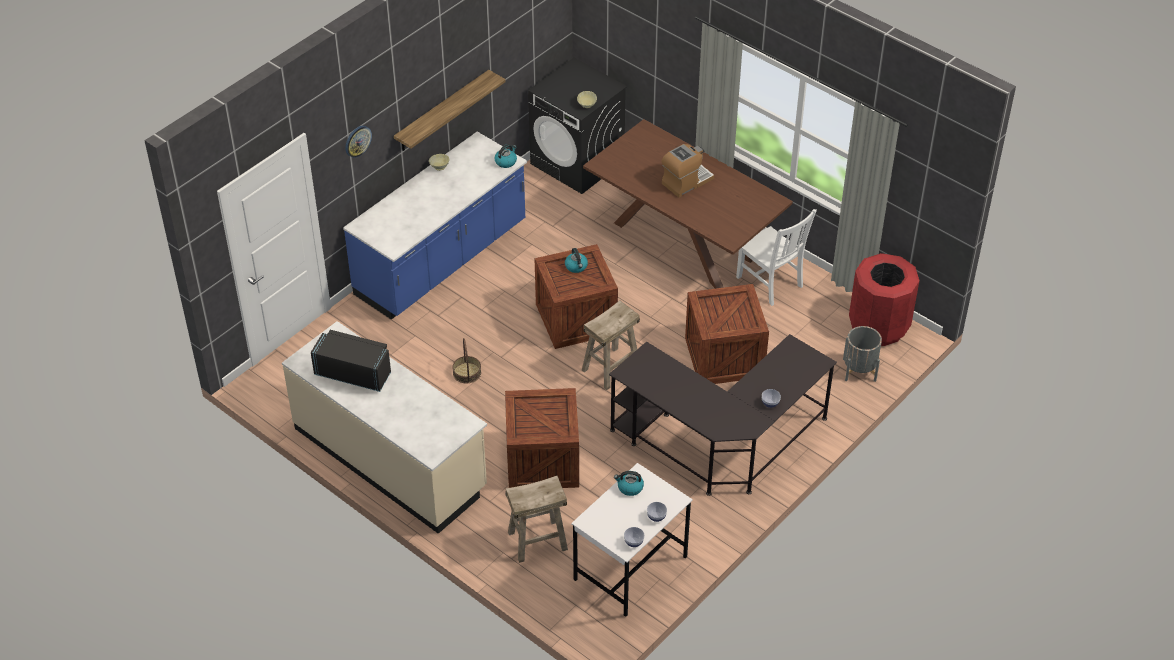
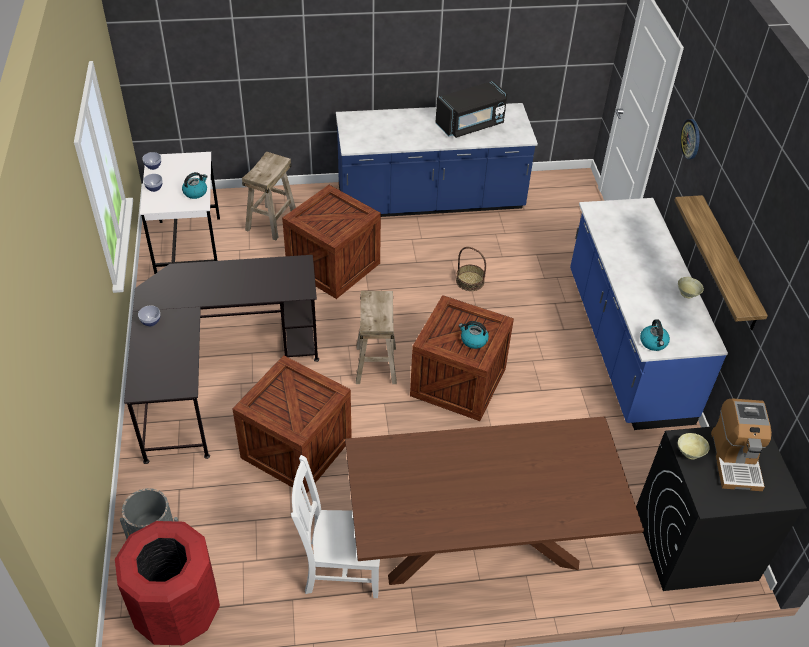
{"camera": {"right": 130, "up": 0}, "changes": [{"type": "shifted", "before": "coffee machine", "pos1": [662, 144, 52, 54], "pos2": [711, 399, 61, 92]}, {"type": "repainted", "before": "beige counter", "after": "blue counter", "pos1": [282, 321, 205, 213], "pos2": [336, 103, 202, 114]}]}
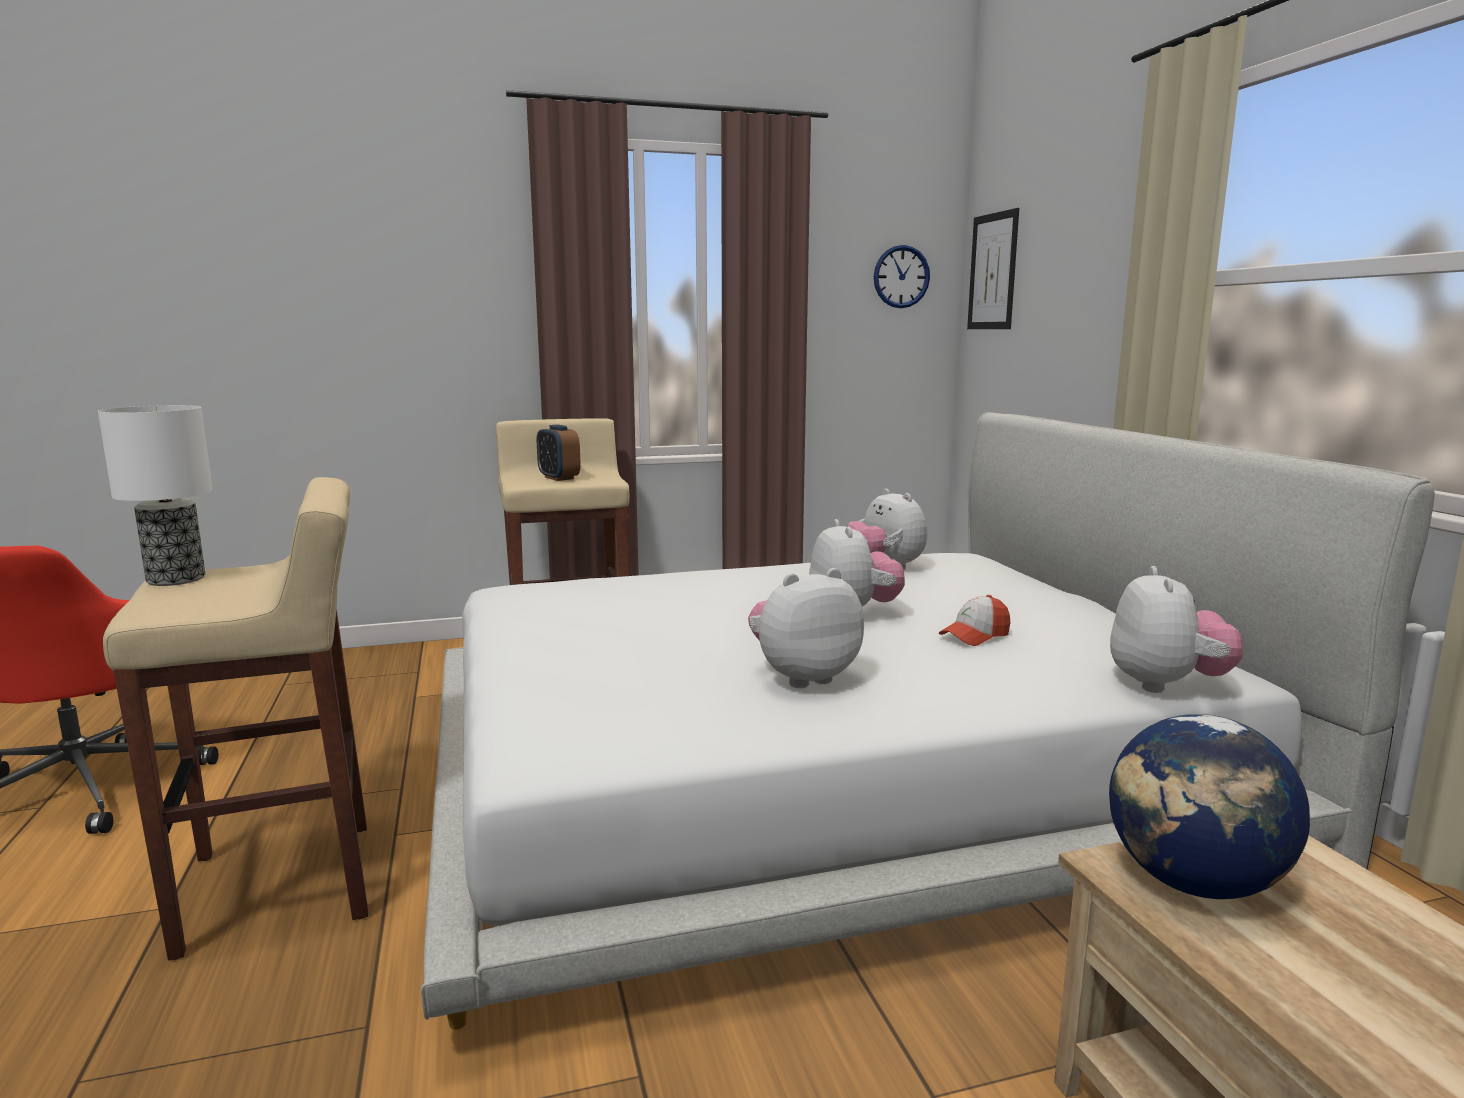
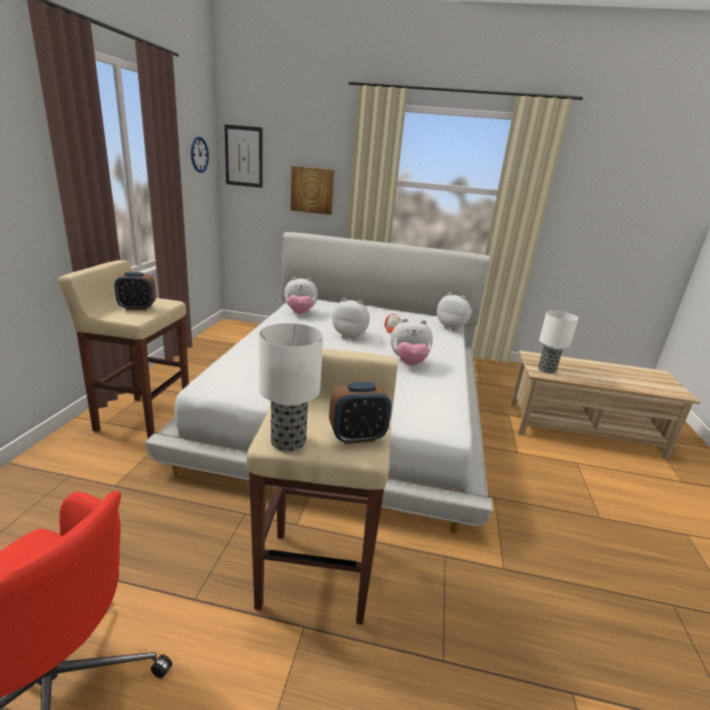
{"camera": {"right": -65, "up": 10}, "changes": [{"type": "rotated", "before": "plush toy", "pos1": [748, 568, 116, 120], "pos2": [391, 318, 42, 47], "turn": -90}, {"type": "swapped", "before": "globe", "after": "table lamp", "pos1": [1109, 714, 201, 185], "pos2": [538, 310, 40, 64]}, {"type": "new", "after": "picture", "pos2": [291, 166, 43, 49]}, {"type": "new", "after": "alarm clock", "pos2": [329, 382, 62, 62]}]}
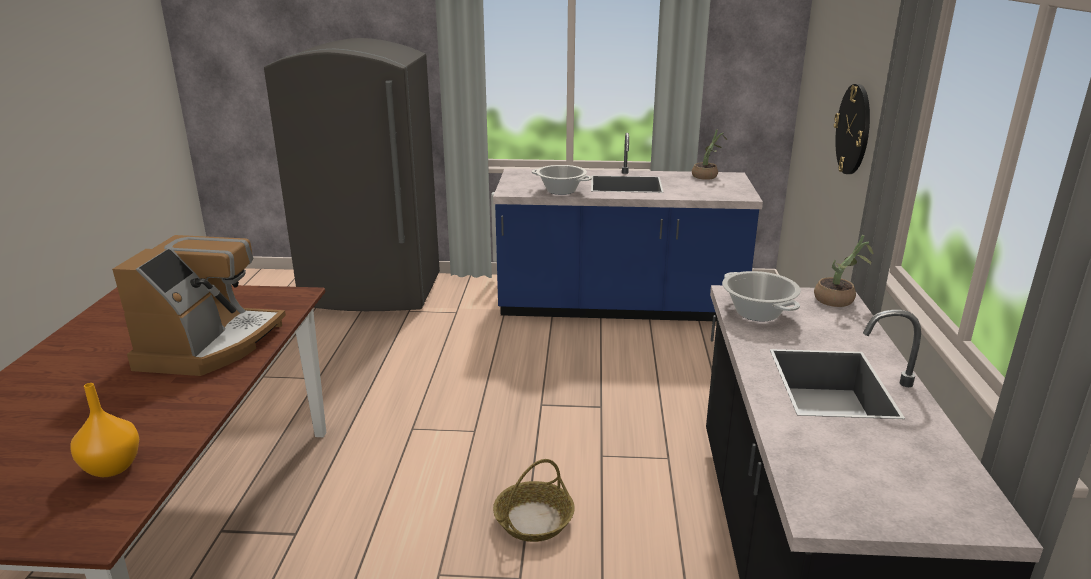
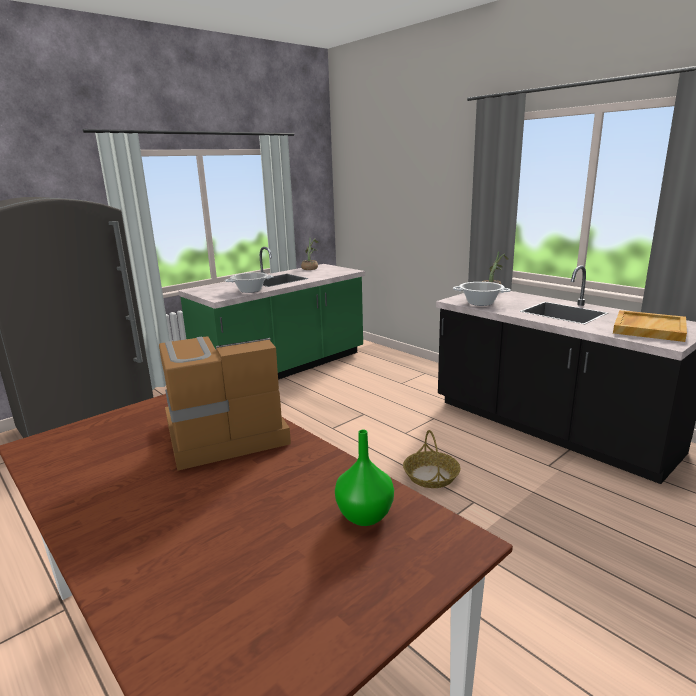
{"camera": {"right": -45, "up": -5}, "changes": [{"type": "gone", "before": "wall clock", "pos1": [834, 84, 36, 90]}, {"type": "repainted", "before": "blue counter", "after": "green counter", "pos1": [493, 133, 270, 188], "pos2": [179, 247, 186, 133]}, {"type": "rotated", "before": "coffee machine", "pos1": [112, 235, 174, 141], "pos2": [159, 336, 132, 135], "turn": -75}, {"type": "repainted", "before": "orange vase", "after": "green vase", "pos1": [71, 383, 68, 94], "pos2": [335, 430, 59, 96]}, {"type": "new", "after": "beige tray", "pos2": [613, 310, 74, 32]}]}
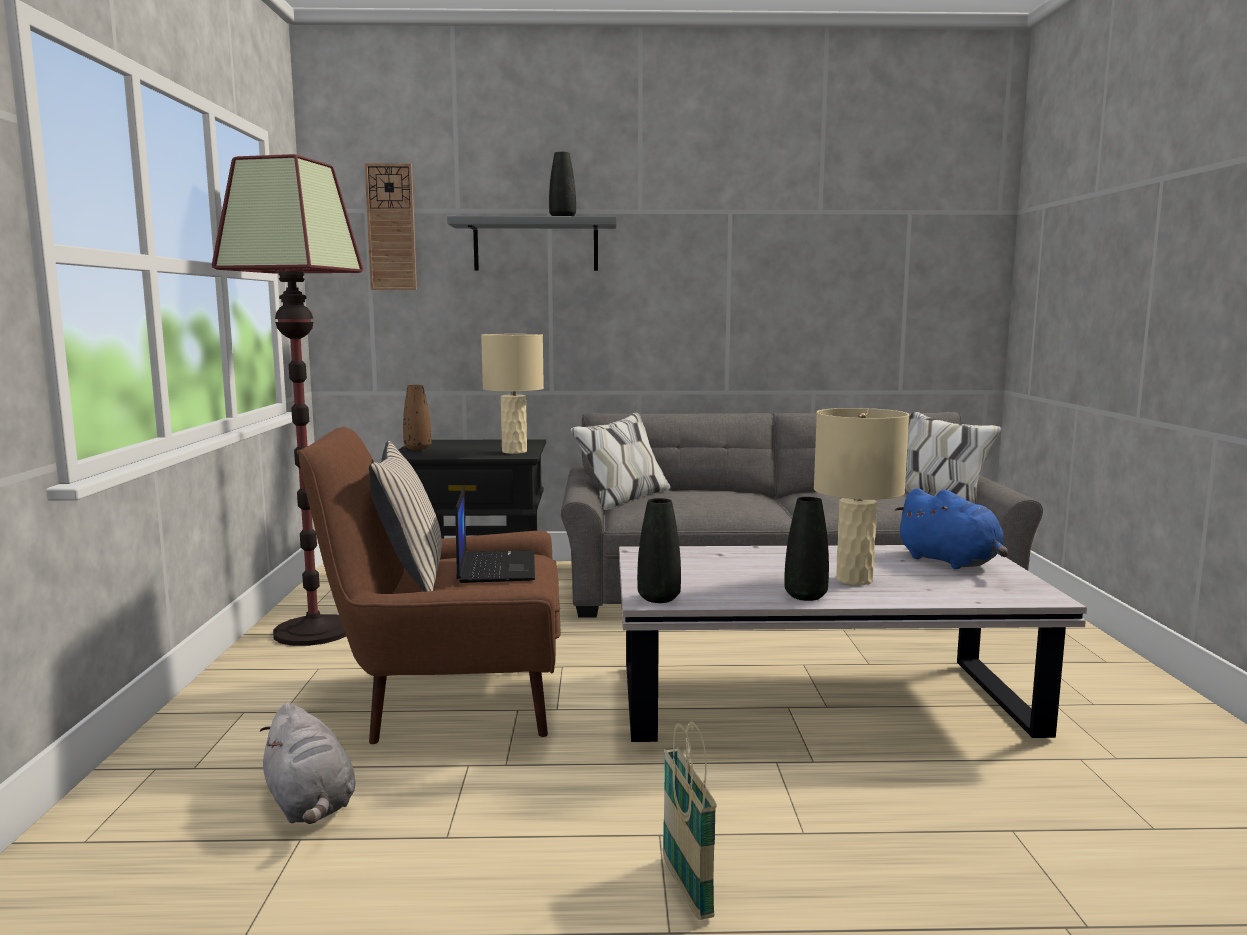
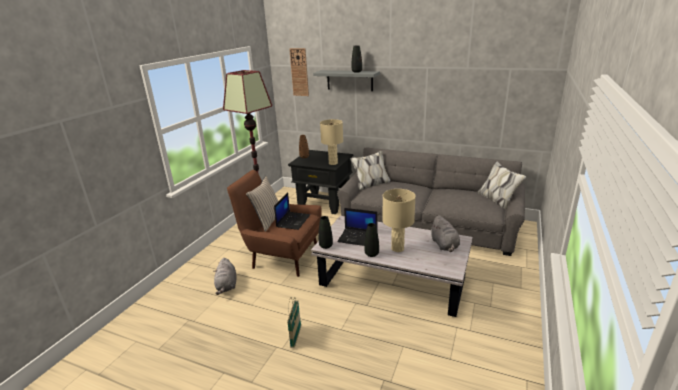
{"camera": {"right": 25, "up": 15}, "changes": [{"type": "repainted", "before": "blue plush toy", "after": "grey plush toy", "pos1": [895, 488, 113, 81], "pos2": [430, 215, 30, 37]}, {"type": "new", "after": "laptop", "pos2": [337, 208, 40, 38]}]}
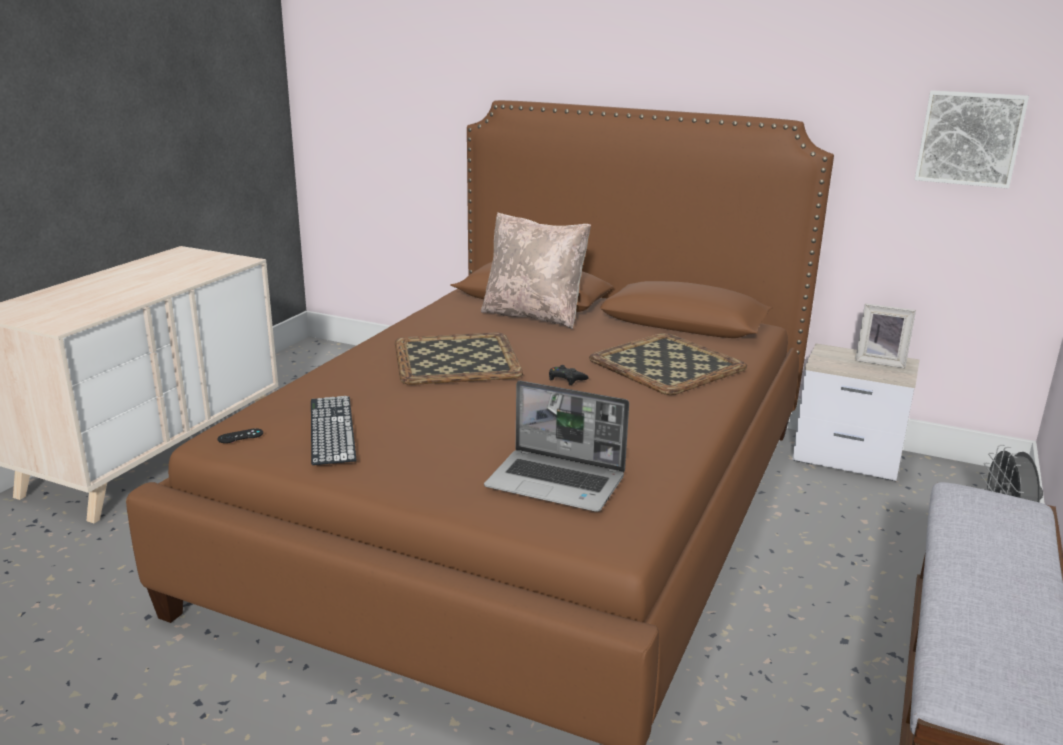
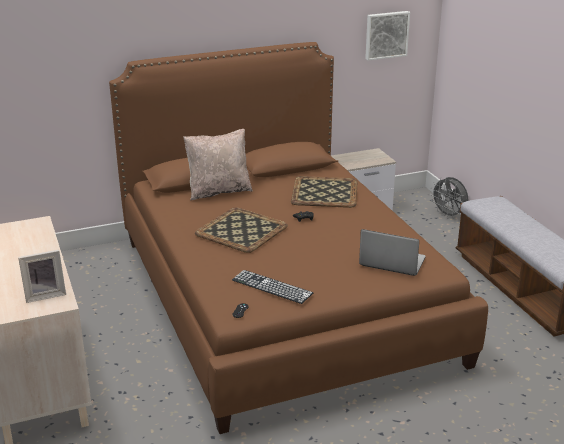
{"camera": {"right": -45, "up": 5}, "changes": [{"type": "shifted", "before": "picture frame", "pos1": [855, 303, 61, 65], "pos2": [18, 250, 48, 53]}, {"type": "rotated", "before": "laptop", "pos1": [484, 381, 145, 131], "pos2": [359, 229, 66, 47], "turn": -135}]}
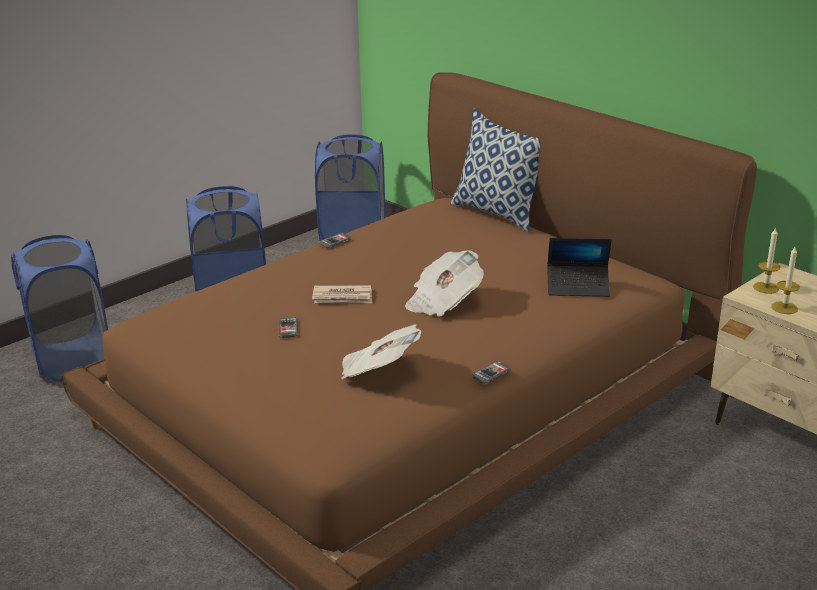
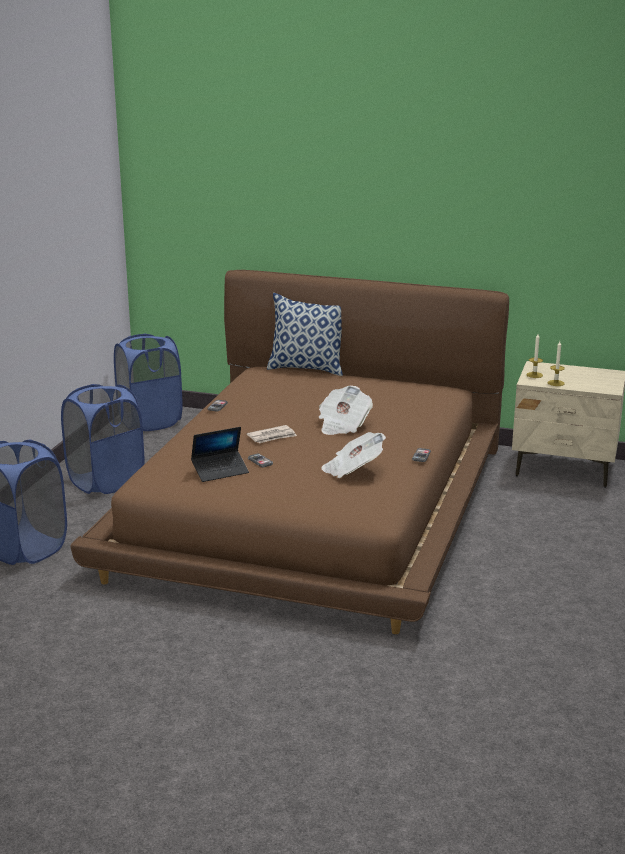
{"camera": {"right": -30, "up": -5}, "changes": [{"type": "shifted", "before": "laptop", "pos1": [547, 238, 65, 59], "pos2": [191, 427, 58, 55]}]}
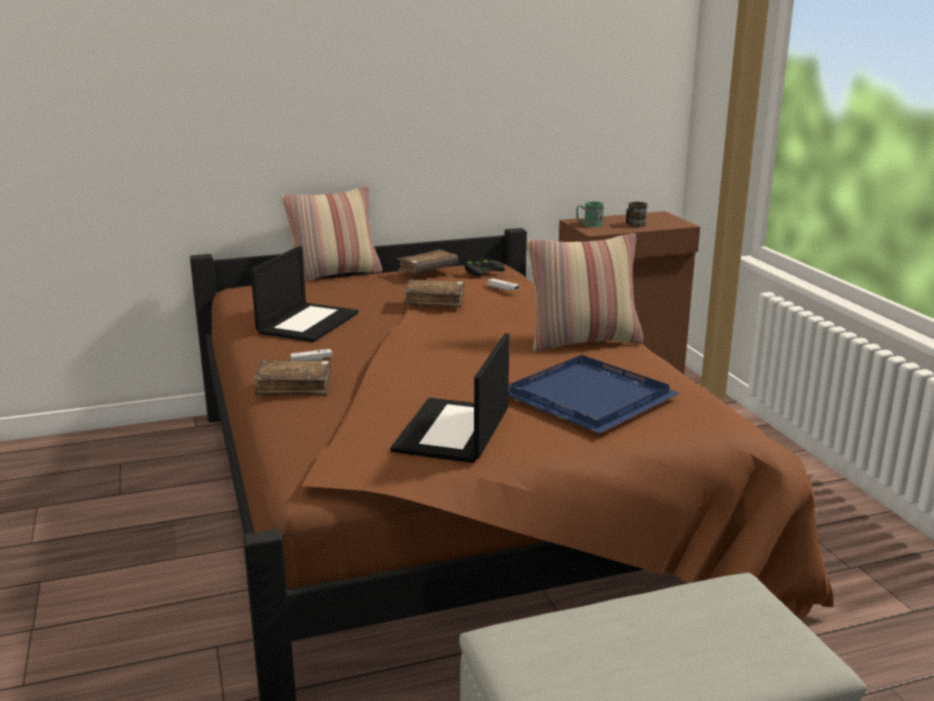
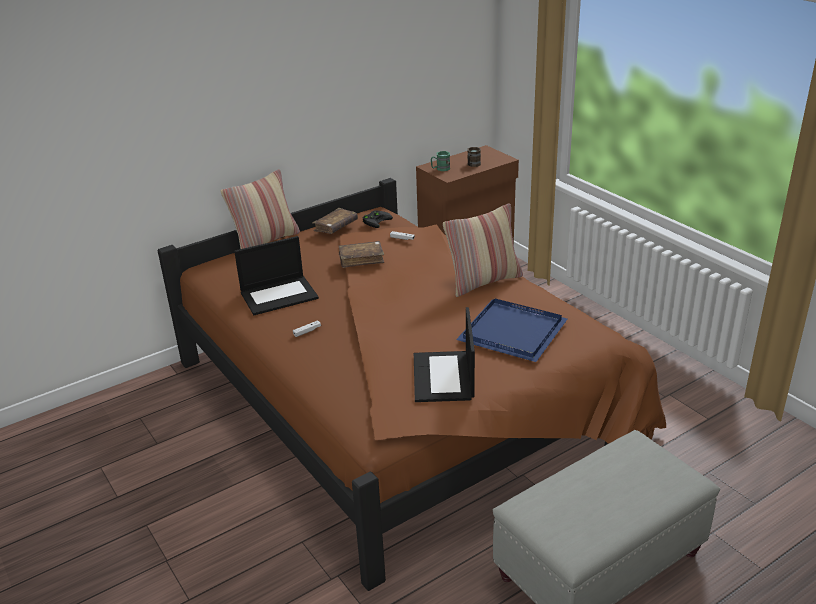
{"camera": {"right": -15, "up": 10}, "changes": [{"type": "rotated", "before": "laptop", "pos1": [250, 246, 109, 96], "pos2": [234, 236, 85, 79], "turn": 60}, {"type": "gone", "before": "brown book", "pos1": [253, 360, 78, 35]}]}
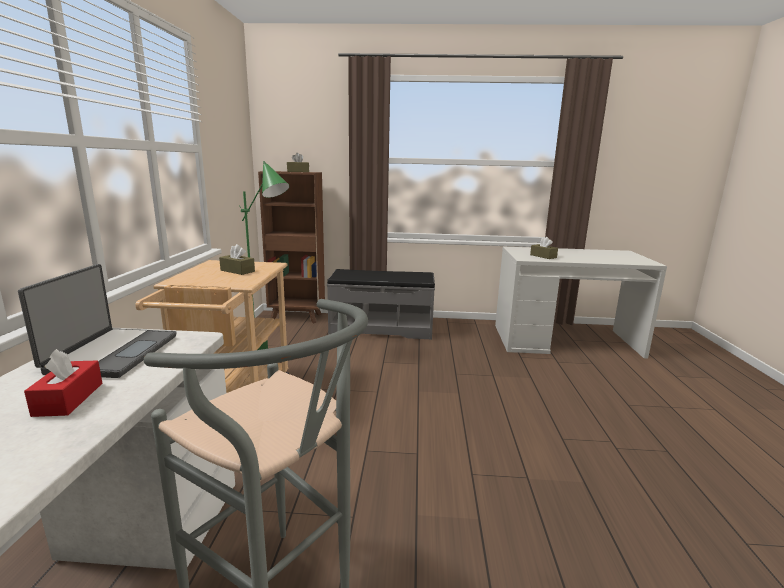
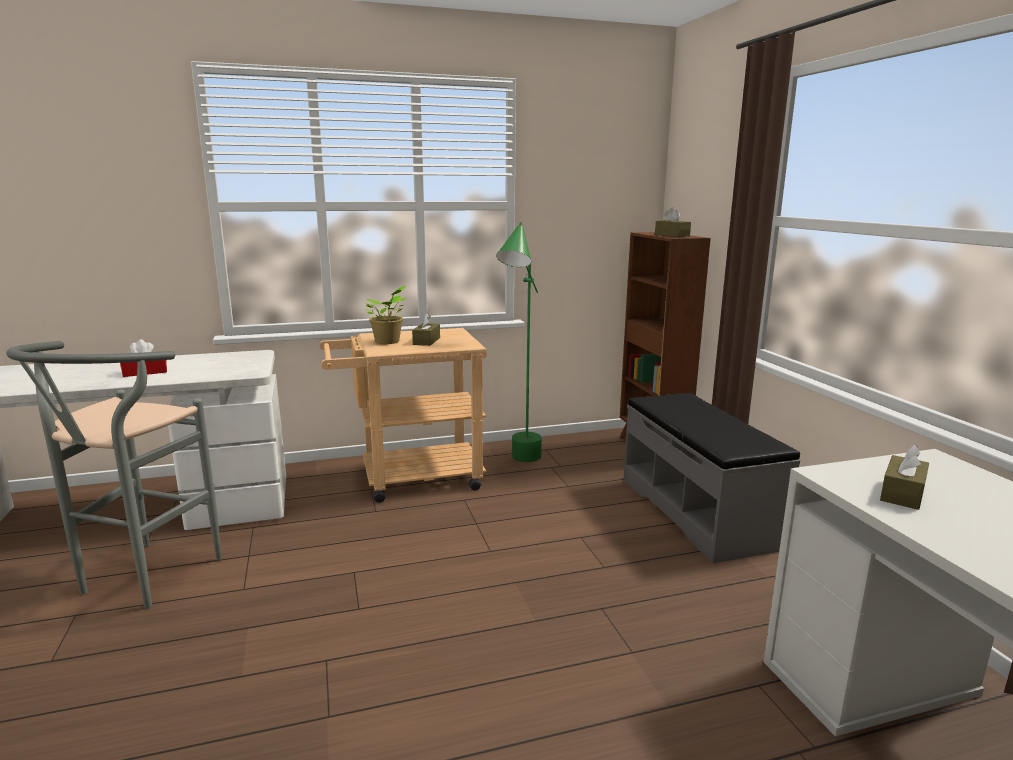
{"camera": {"right": 70, "up": 0}, "changes": [{"type": "gone", "before": "laptop", "pos1": [18, 264, 159, 114]}, {"type": "new", "after": "potted plant", "pos2": [364, 286, 43, 58]}]}
